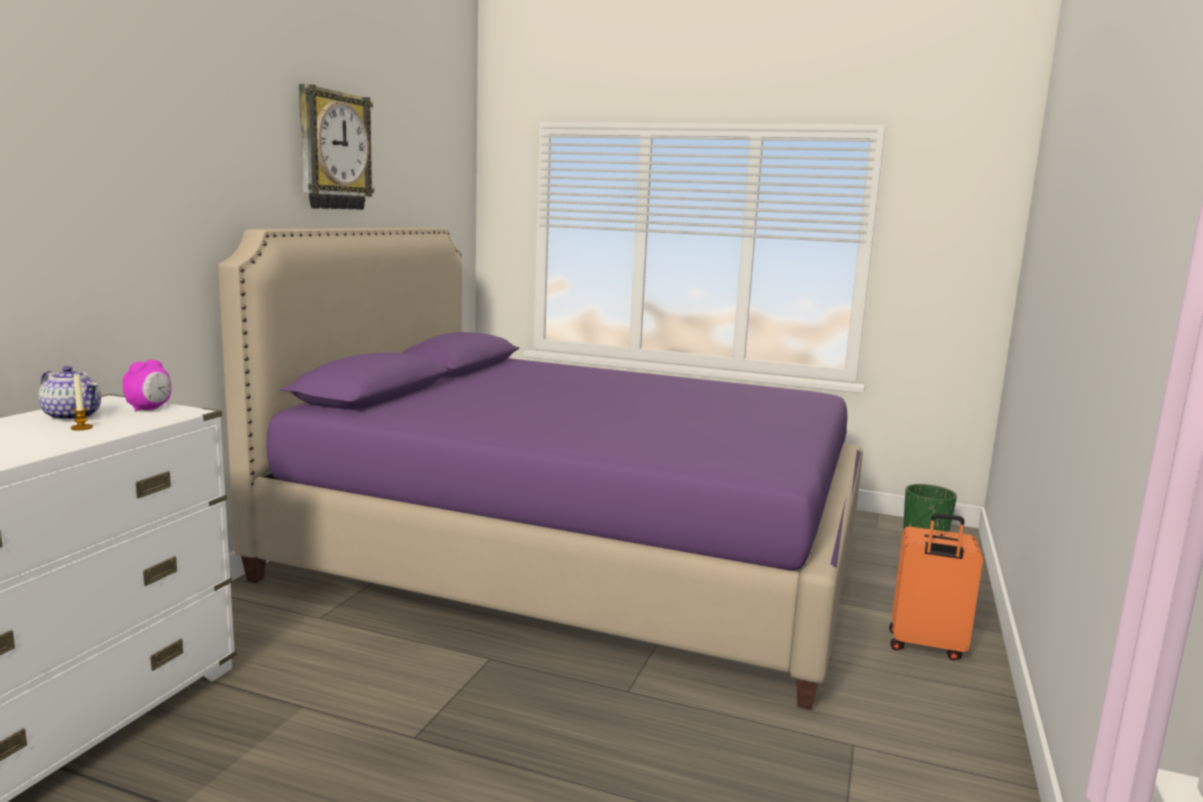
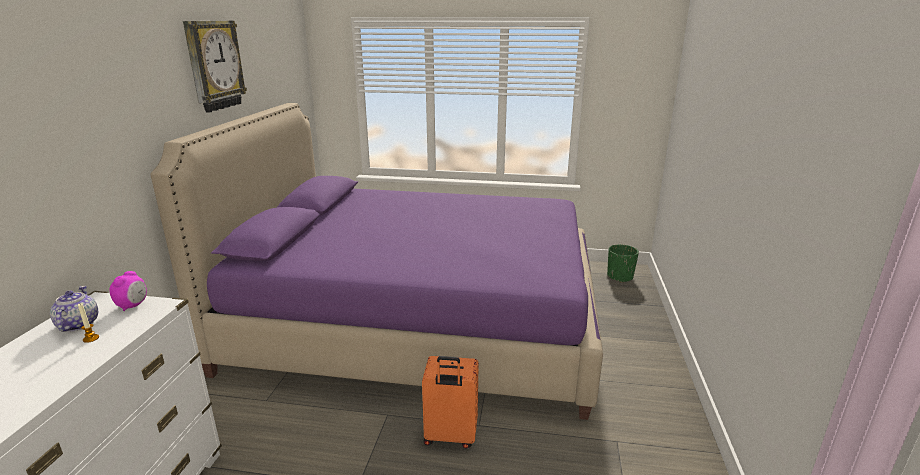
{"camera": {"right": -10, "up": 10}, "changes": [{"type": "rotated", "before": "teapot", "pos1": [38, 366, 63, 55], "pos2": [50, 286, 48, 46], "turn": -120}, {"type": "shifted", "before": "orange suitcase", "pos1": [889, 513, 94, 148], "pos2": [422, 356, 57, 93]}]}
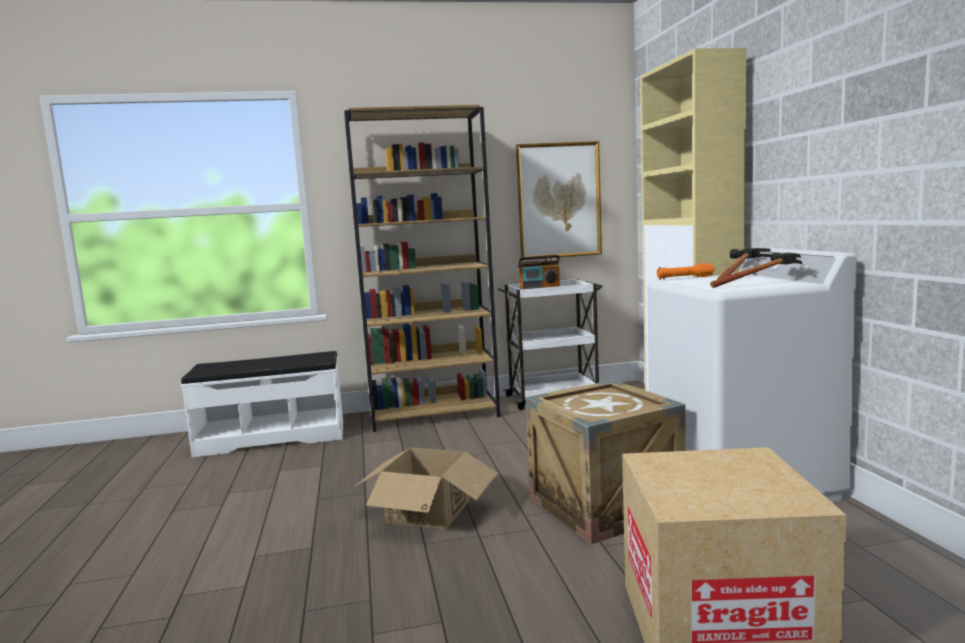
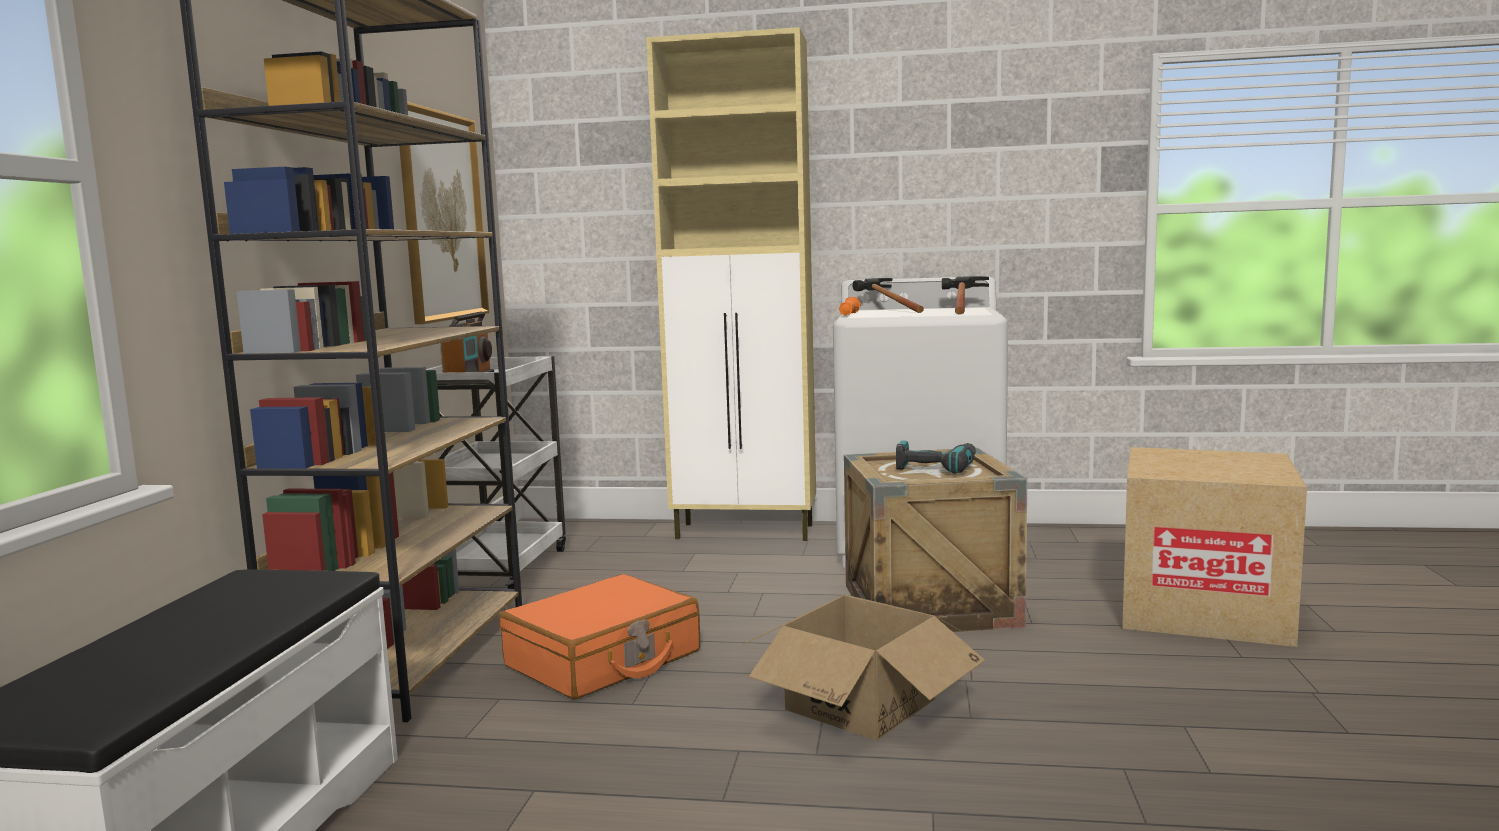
{"camera": {"right": -70, "up": 0}, "changes": [{"type": "new", "after": "power drill", "pos2": [896, 441, 80, 33]}, {"type": "new", "after": "orange suitcase", "pos2": [499, 574, 201, 125]}]}
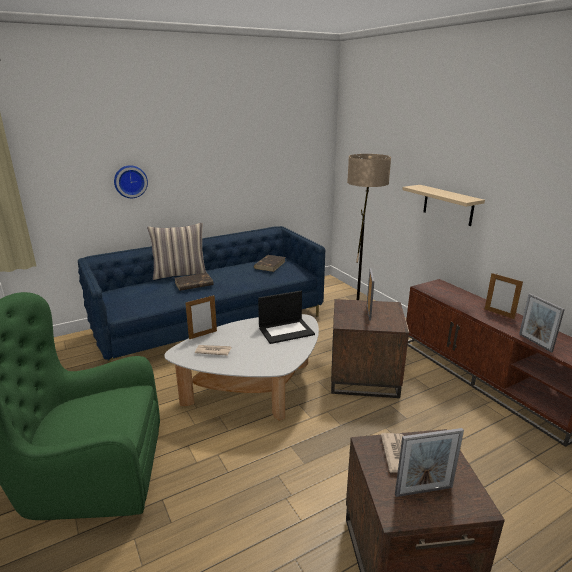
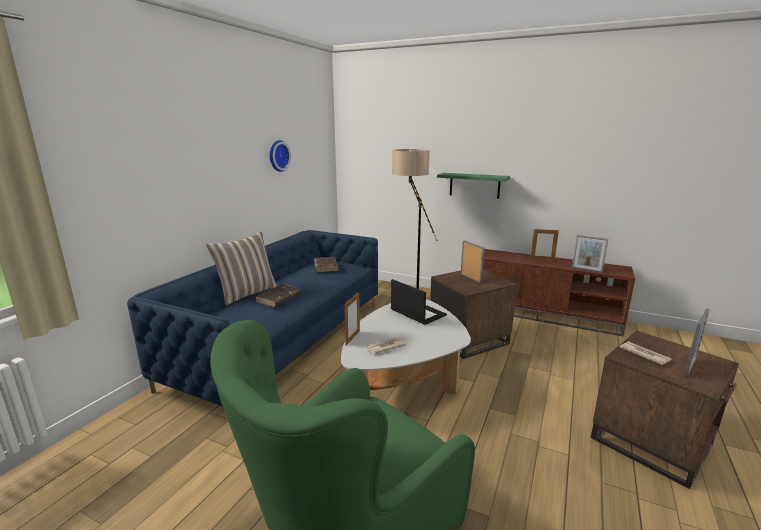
{"camera": {"right": -35, "up": -5}, "changes": [{"type": "shifted", "before": "wall clock", "pos1": [114, 165, 34, 33], "pos2": [269, 140, 22, 32]}, {"type": "repainted", "before": "beige shelf", "after": "green shelf", "pos1": [402, 185, 83, 41], "pos2": [437, 173, 73, 26]}, {"type": "rotated", "before": "laptop", "pos1": [258, 291, 57, 53], "pos2": [391, 279, 56, 46], "turn": -75}]}
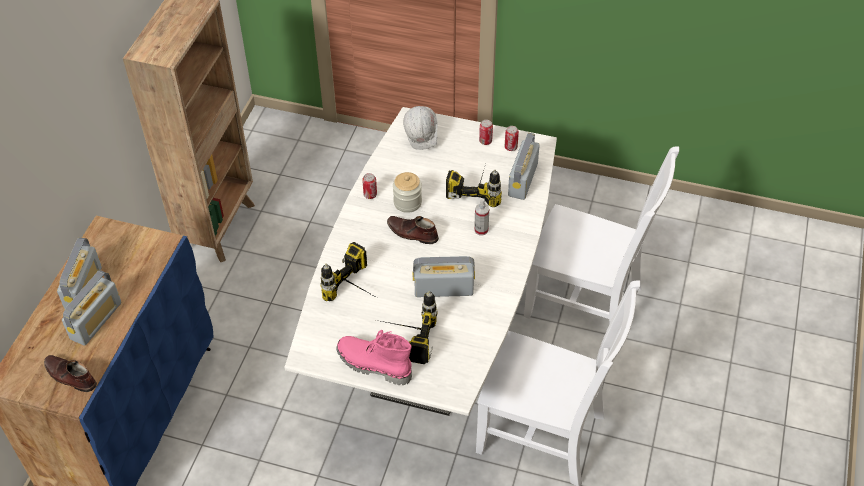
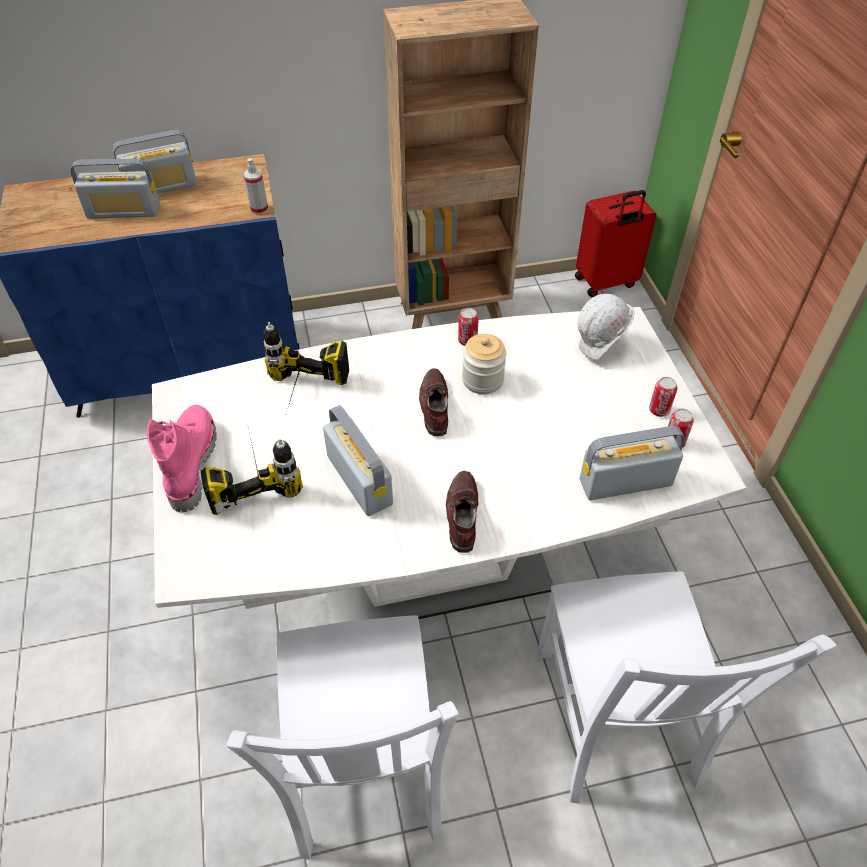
{"camera": {"right": 60, "up": 0}, "changes": [{"type": "gone", "before": "power drill", "pos1": [446, 164, 56, 43]}, {"type": "shifted", "before": "spray bottle", "pos1": [474, 199, 15, 36], "pos2": [243, 158, 25, 57]}, {"type": "shifted", "before": "brown shoe", "pos1": [44, 355, 53, 37], "pos2": [446, 471, 32, 82]}, {"type": "new", "after": "red suitcase", "pos2": [575, 190, 82, 107]}]}
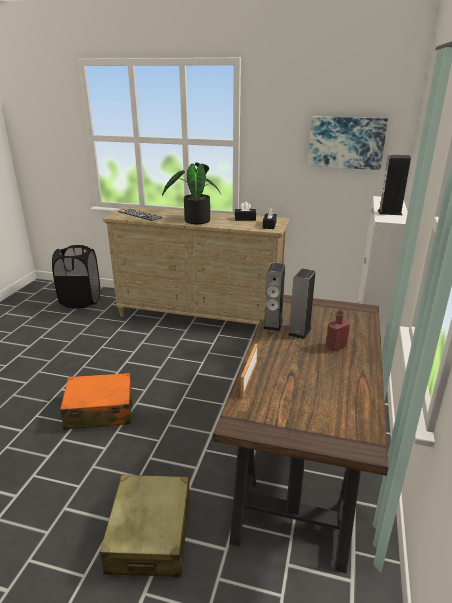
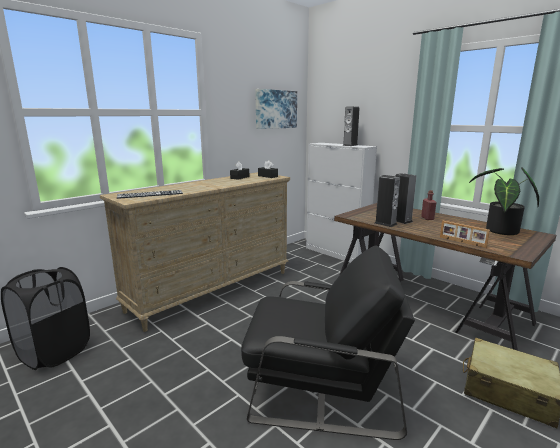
{"camera": {"right": -60, "up": -10}, "changes": [{"type": "shifted", "before": "potted plant", "pos1": [162, 163, 59, 61], "pos2": [469, 167, 70, 68]}, {"type": "swapped", "before": "orange suitcase", "after": "black armchair", "pos1": [60, 373, 73, 57], "pos2": [241, 246, 174, 194]}]}
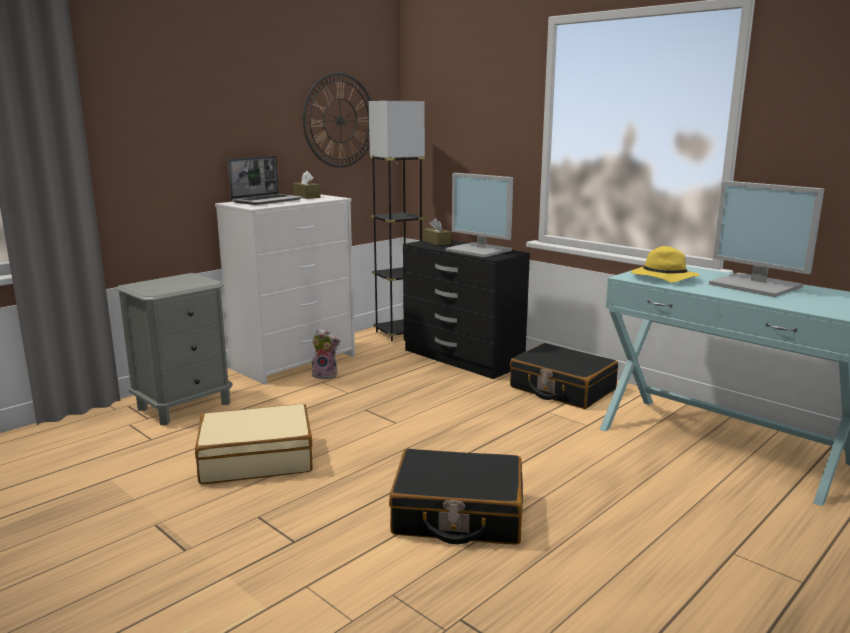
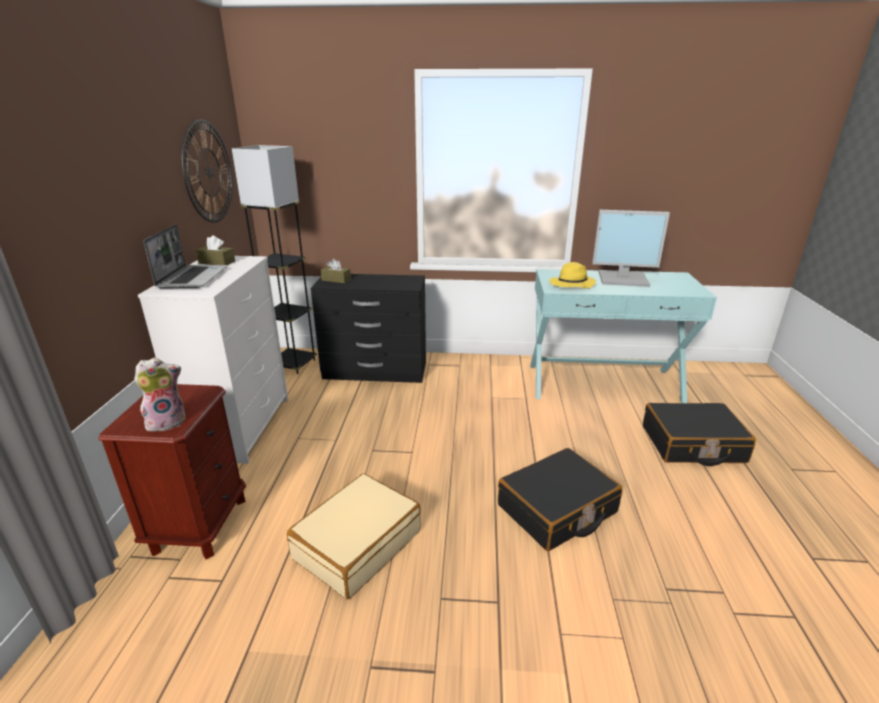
{"camera": {"right": -40, "up": 10}, "changes": [{"type": "gone", "before": "monitor", "pos1": [445, 173, 68, 84]}, {"type": "repainted", "before": "grey nightstand", "after": "brown nightstand", "pos1": [116, 273, 116, 152], "pos2": [98, 384, 148, 175]}, {"type": "shifted", "before": "plush toy", "pos1": [312, 328, 28, 51], "pos2": [134, 357, 51, 75]}, {"type": "shifted", "before": "black suitcase", "pos1": [510, 343, 108, 66], "pos2": [643, 403, 113, 63]}]}
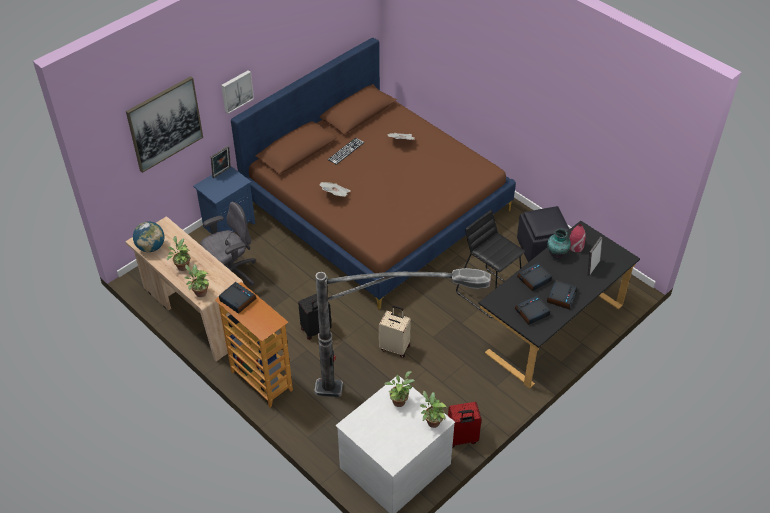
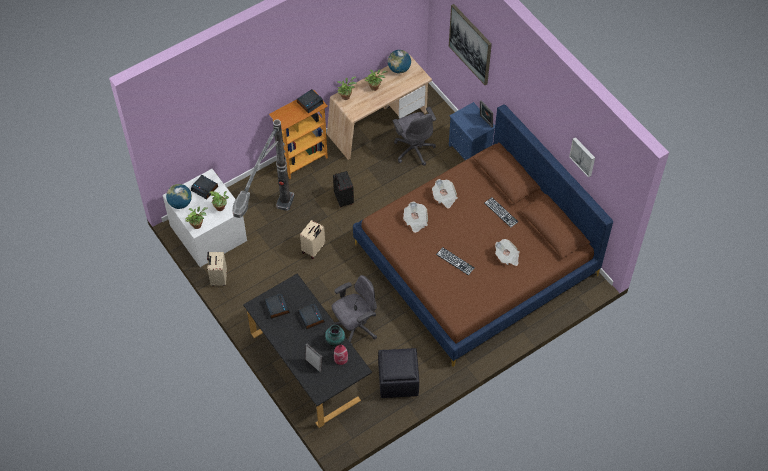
{"camera": {"right": 100, "up": 10}, "changes": [{"type": "shifted", "before": "picture", "pos1": [221, 70, 33, 44], "pos2": [569, 137, 26, 40]}, {"type": "swapped", "before": "black stool", "after": "grey office chair", "pos1": [456, 210, 69, 108], "pos2": [332, 275, 45, 70]}, {"type": "shifted", "before": "alarm clock", "pos1": [547, 280, 30, 29], "pos2": [191, 175, 27, 24]}, {"type": "repainted", "before": "red suitcase", "after": "beige suitcase", "pos1": [448, 402, 34, 46], "pos2": [207, 252, 20, 34]}, {"type": "new", "after": "globe", "pos2": [166, 184, 26, 25]}, {"type": "new", "after": "newspaper", "pos2": [403, 202, 25, 31]}, {"type": "new", "after": "keyboard", "pos2": [436, 247, 38, 28]}]}
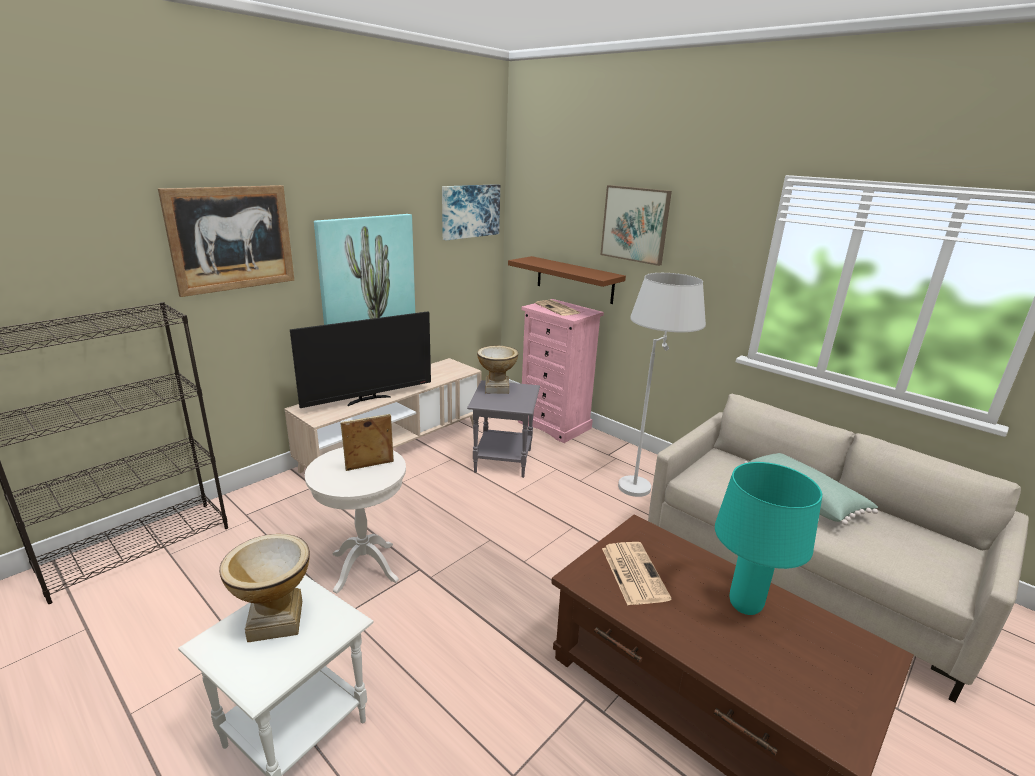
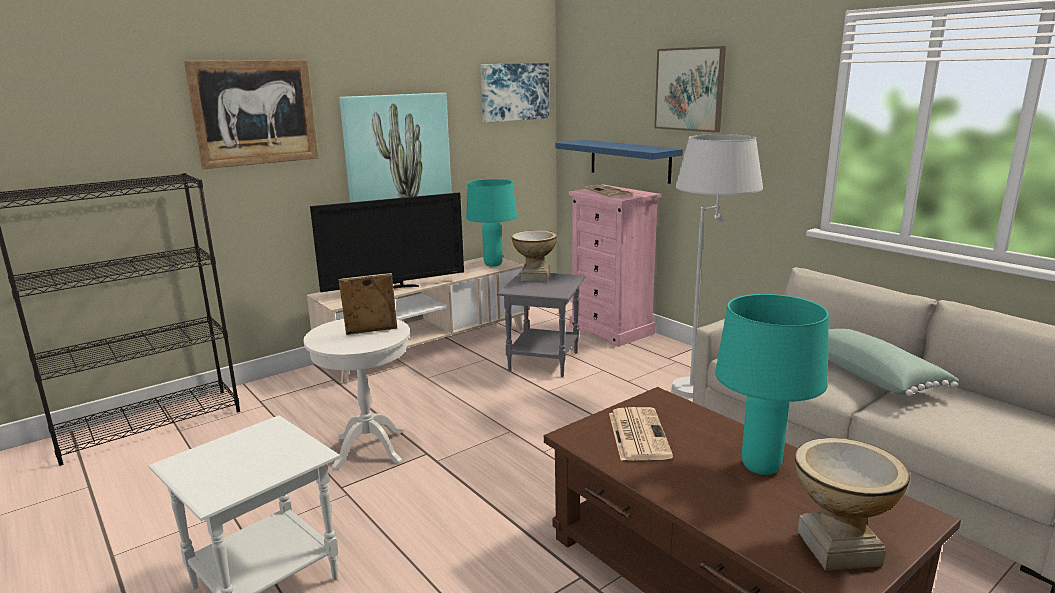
{"camera": {"right": 10, "up": -5}, "changes": [{"type": "repainted", "before": "brown shelf", "after": "blue shelf", "pos1": [508, 256, 118, 48], "pos2": [555, 140, 128, 44]}, {"type": "shifted", "before": "vase", "pos1": [219, 534, 91, 108], "pos2": [795, 438, 115, 133]}, {"type": "new", "after": "turquoise table lamp", "pos2": [466, 179, 51, 88]}]}
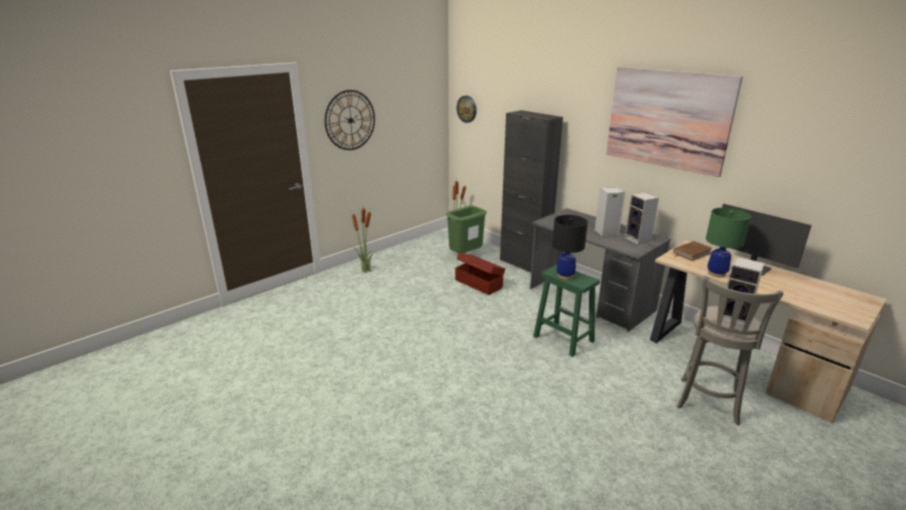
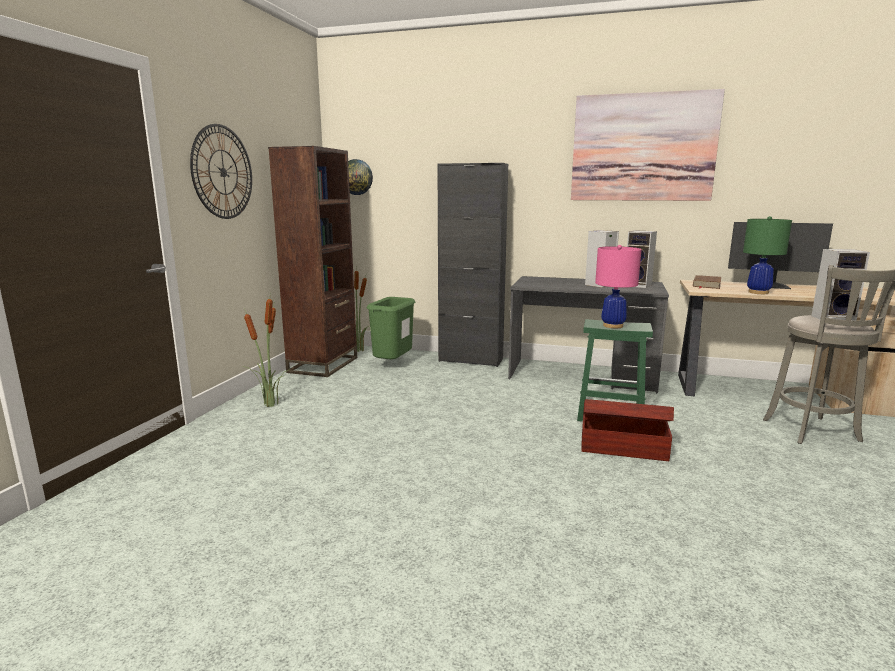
{"camera": {"right": -30, "up": -10}, "changes": [{"type": "repainted", "before": "black table lamp", "after": "pink table lamp", "pos1": [552, 215, 36, 65], "pos2": [595, 245, 47, 83]}, {"type": "shifted", "before": "brown storage box", "pos1": [455, 253, 50, 42], "pos2": [581, 399, 93, 62]}, {"type": "new", "after": "brown bookcase", "pos2": [268, 146, 89, 231]}]}
